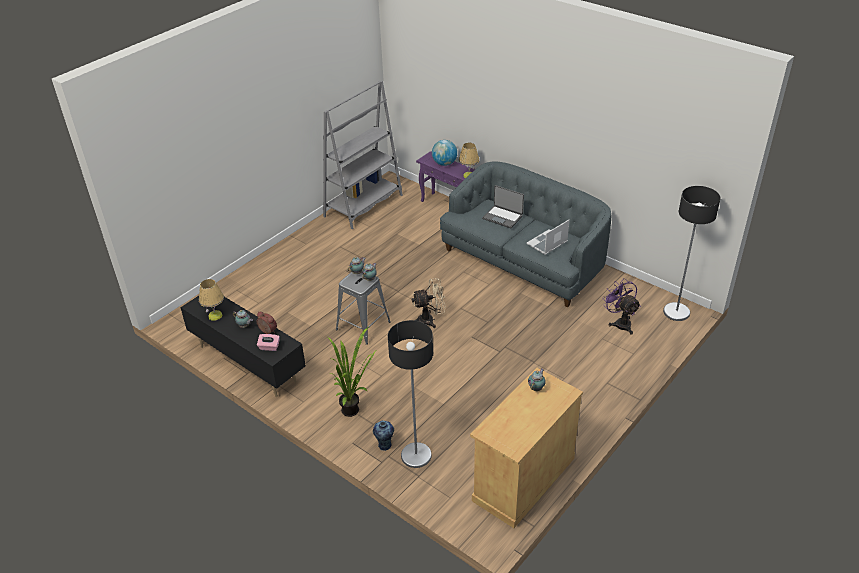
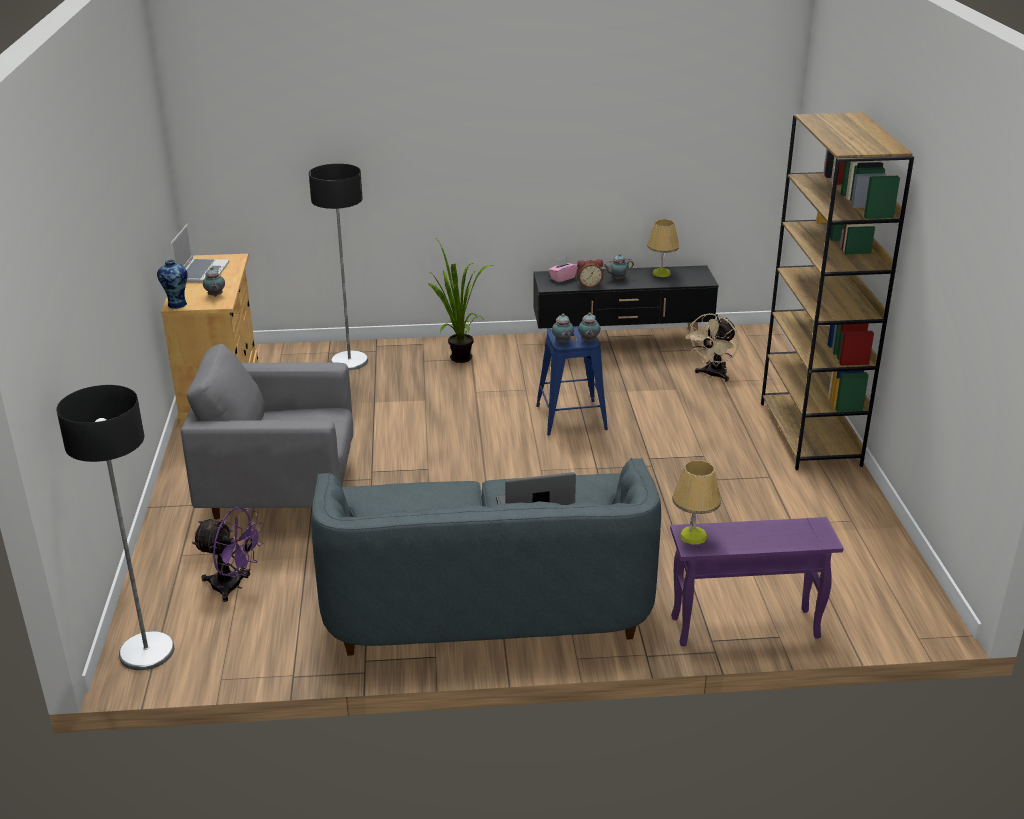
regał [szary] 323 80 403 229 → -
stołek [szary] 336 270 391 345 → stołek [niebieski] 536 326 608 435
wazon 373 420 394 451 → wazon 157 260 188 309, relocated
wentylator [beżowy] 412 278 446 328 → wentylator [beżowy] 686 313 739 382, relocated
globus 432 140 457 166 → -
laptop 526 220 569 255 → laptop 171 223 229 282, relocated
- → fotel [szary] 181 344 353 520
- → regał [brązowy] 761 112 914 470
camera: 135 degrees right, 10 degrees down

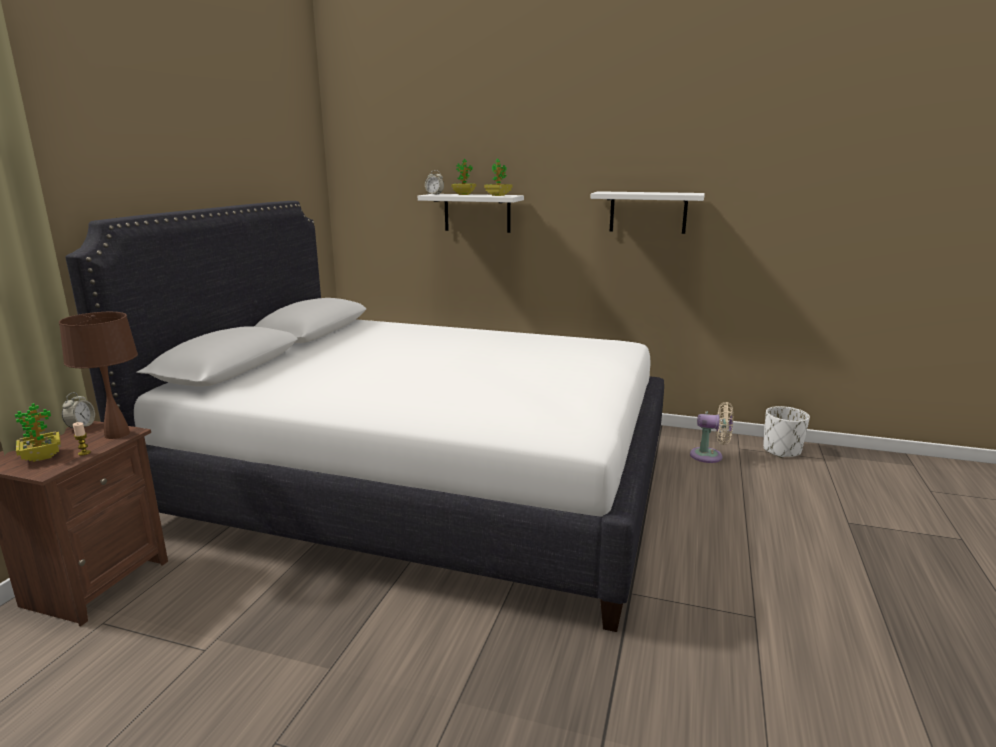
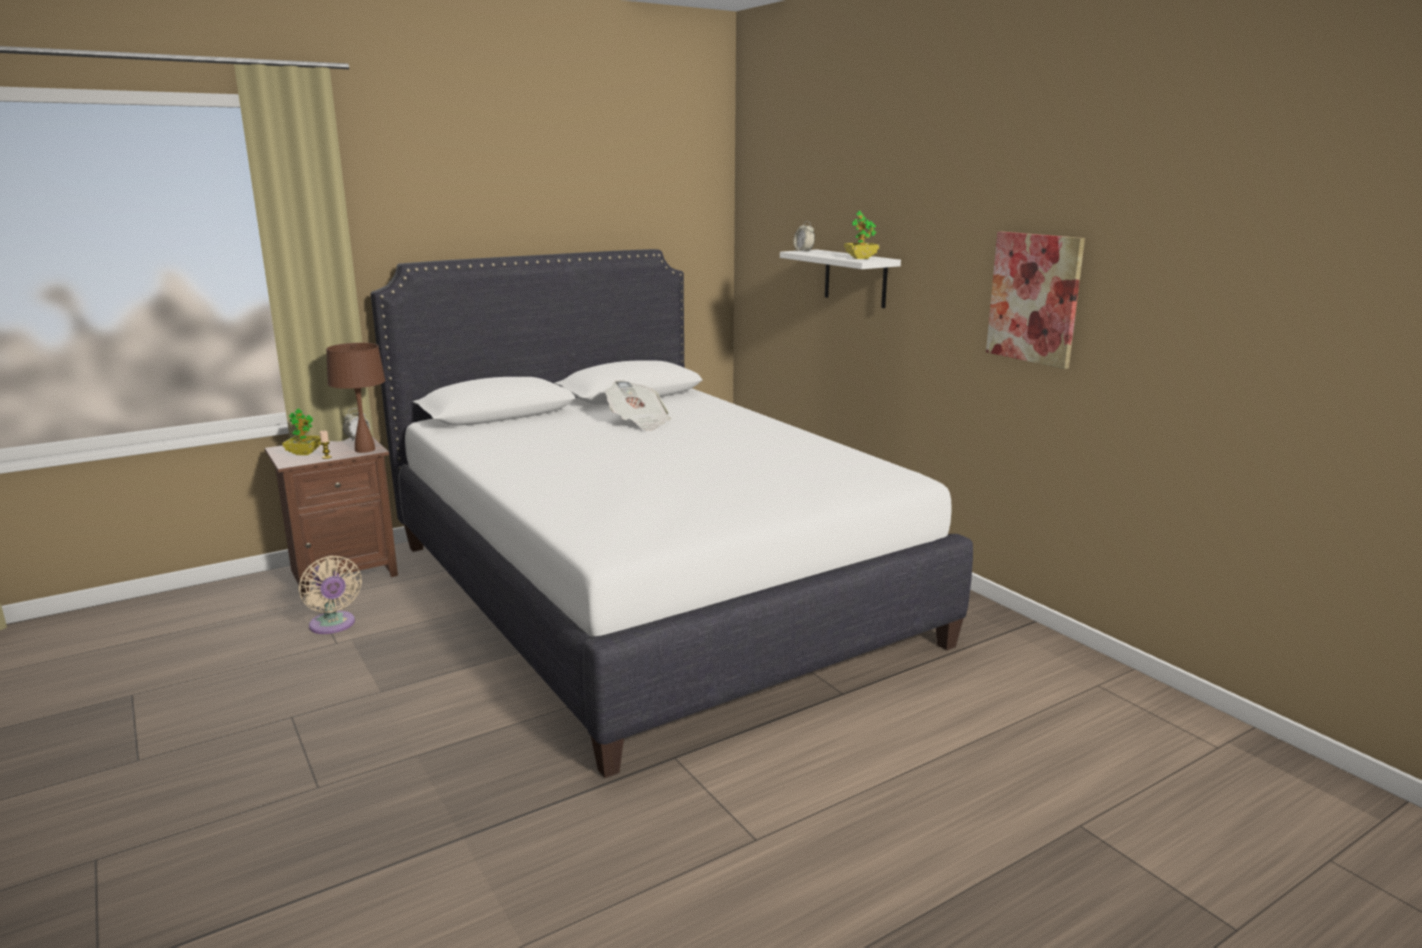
roślina doniczkowa 451 159 476 195 → -
półka [biały] 590 191 705 234 → obraz 986 232 1085 369
wentylator [beżowy] 690 402 733 463 → wentylator [beżowy] 298 555 362 634, relocated
donica [biały] 763 406 810 458 → -
- → gazeta 605 380 671 431
camera: 40 degrees right, 0 degrees up

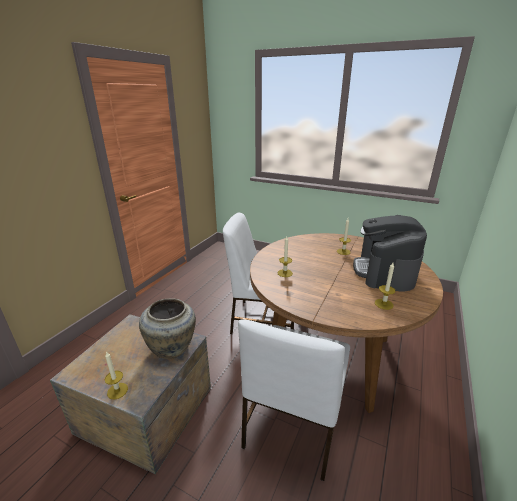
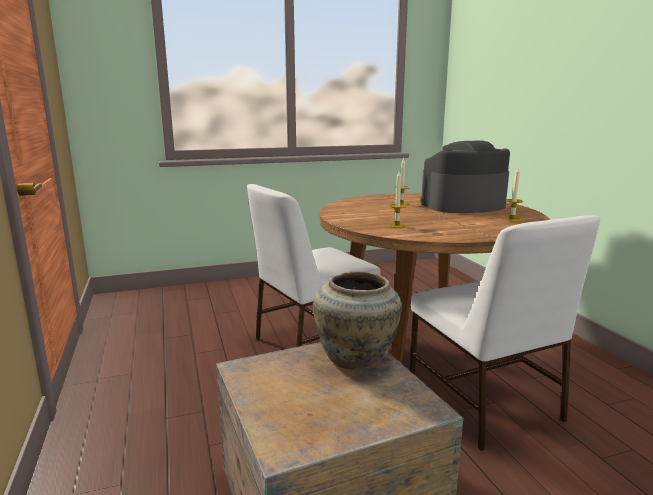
świeca 105 351 128 400 → -
ekspres do kawy 353 215 427 292 → ekspres do kawy 421 140 510 213, 105 degrees clockwise
camera: 45 degrees left, 10 degrees down

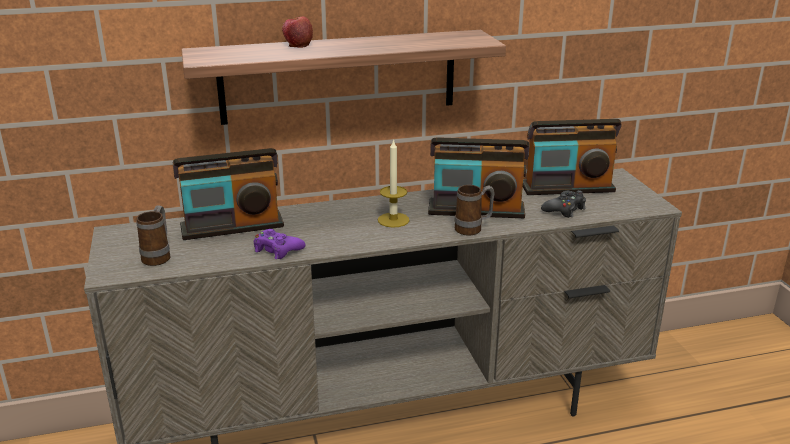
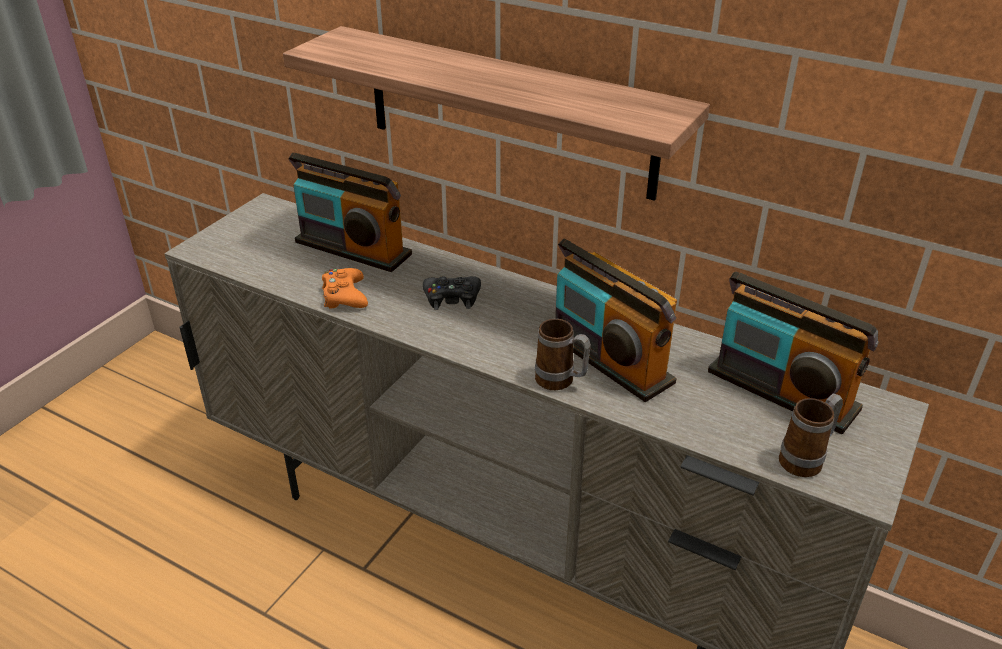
kubek 136 205 170 266 → kubek 779 393 843 477, relocated
pad do gier [fioletowy] 254 229 305 259 → pad do gier [pomarańczowy] 322 268 368 308
jabłko 282 16 313 48 → -
świeca 378 139 410 228 → -
pad do gier [czarny] 541 190 586 218 → pad do gier [czarny] 423 276 481 310, relocated
camera: 45 degrees right, 10 degrees up

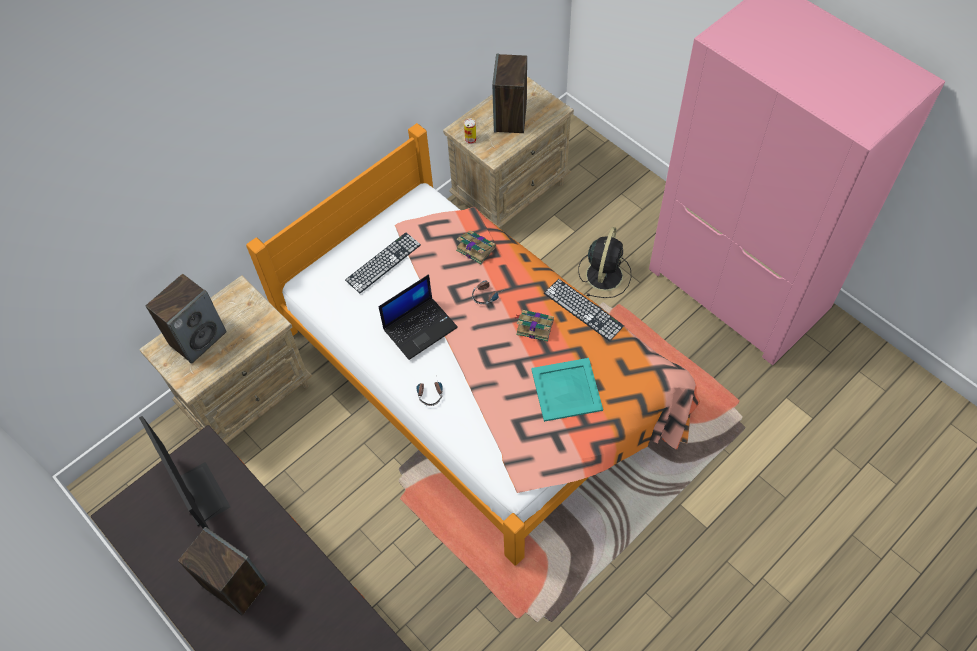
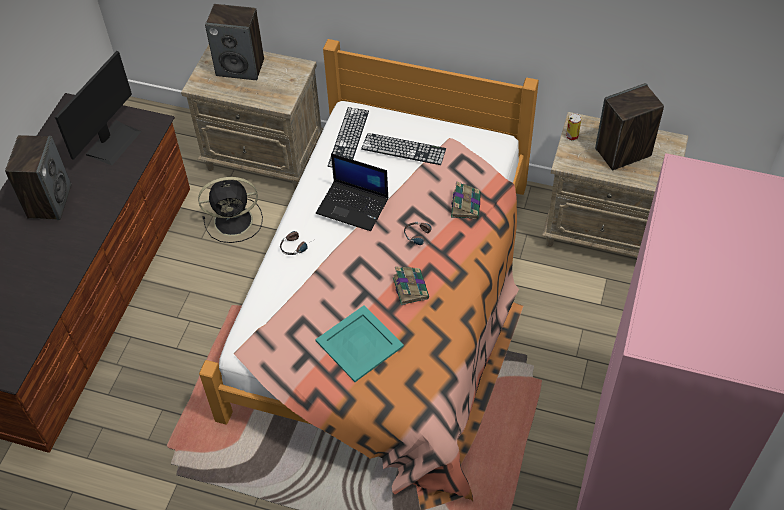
klawiatura 544 279 624 341 → klawiatura 327 107 369 167, relocated
wentylator [czarny] 578 227 631 298 → wentylator [czarny] 198 177 263 243, relocated
camera: 60 degrees right, 5 degrees down

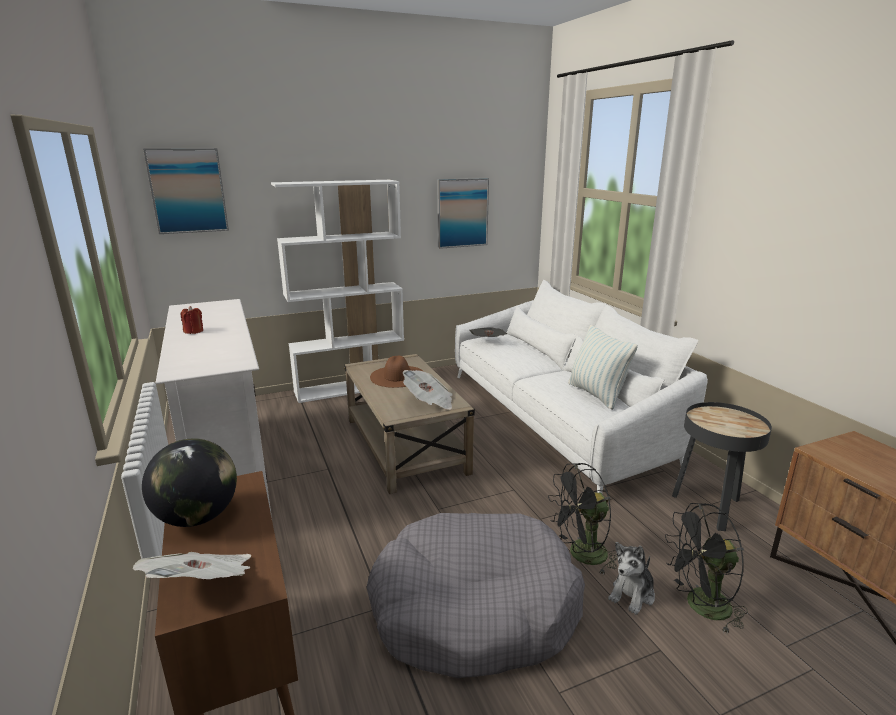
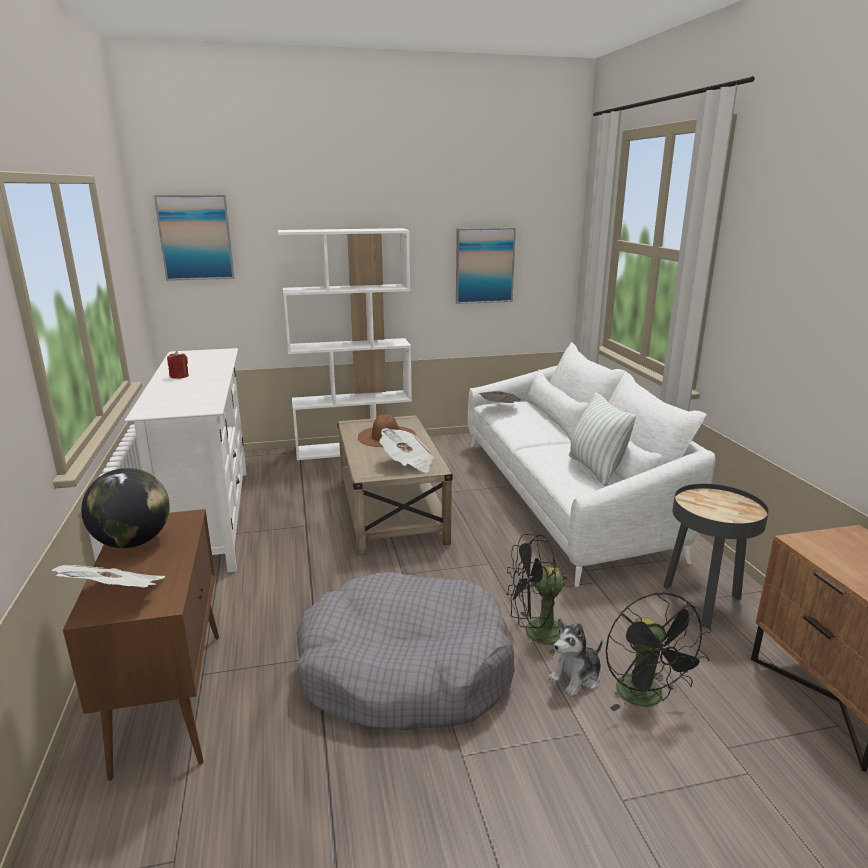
wentylator [czarny] 665 503 748 633 → wentylator [czarny] 606 593 712 711, 105 degrees counterclockwise
camera: 10 degrees right, 0 degrees up

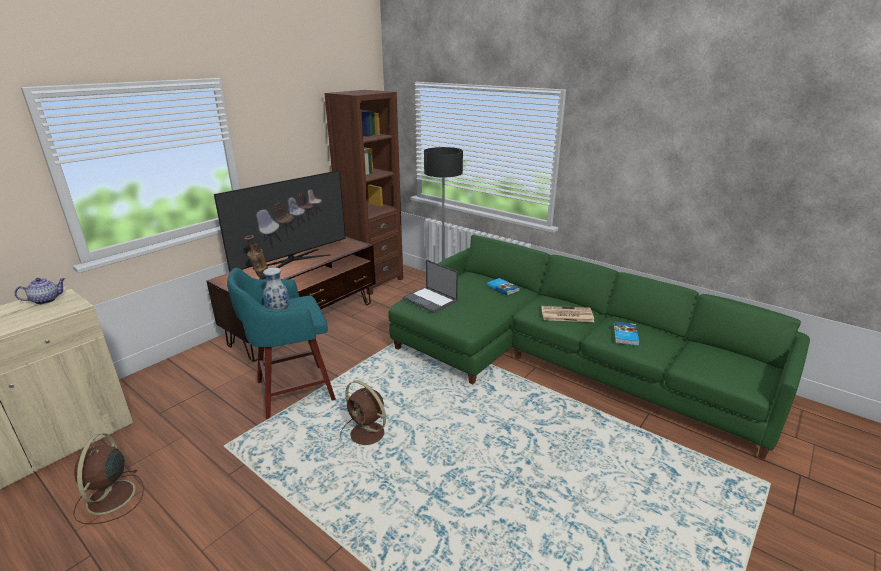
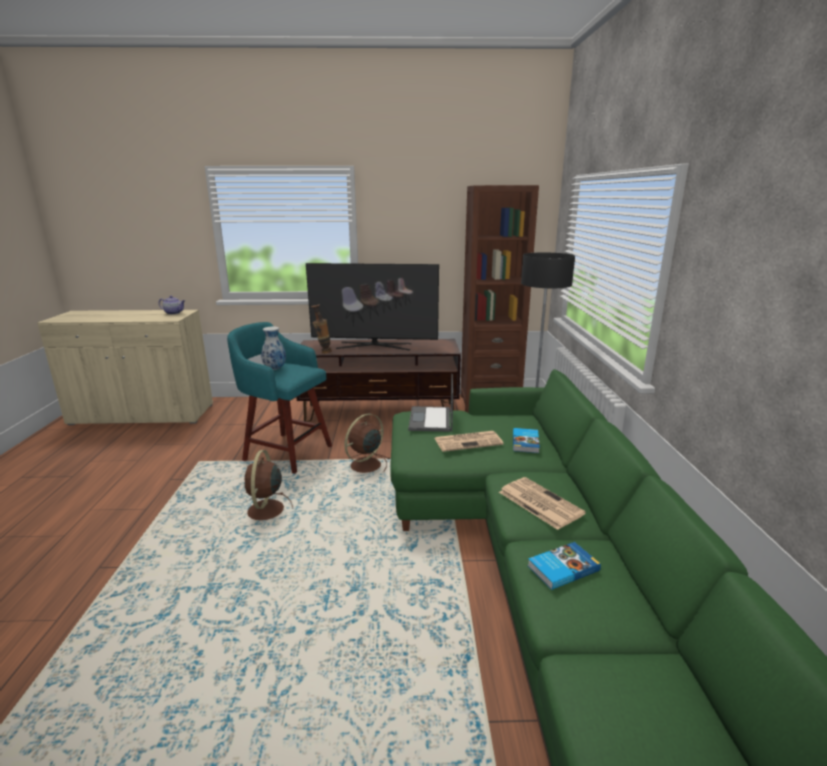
wentylator [brązowy] 73 433 144 524 → wentylator [brązowy] 344 414 390 473, relocated
- → gazeta 435 431 504 452
camera: 50 degrees right, 5 degrees down

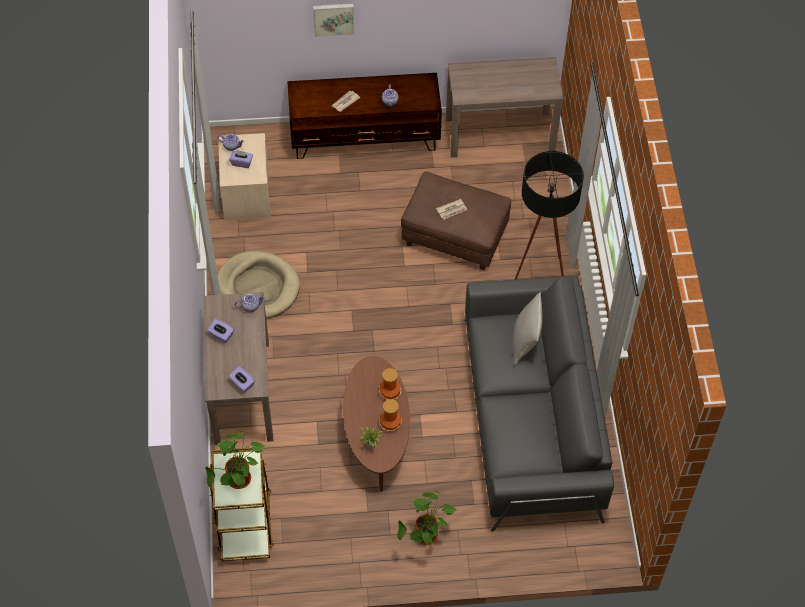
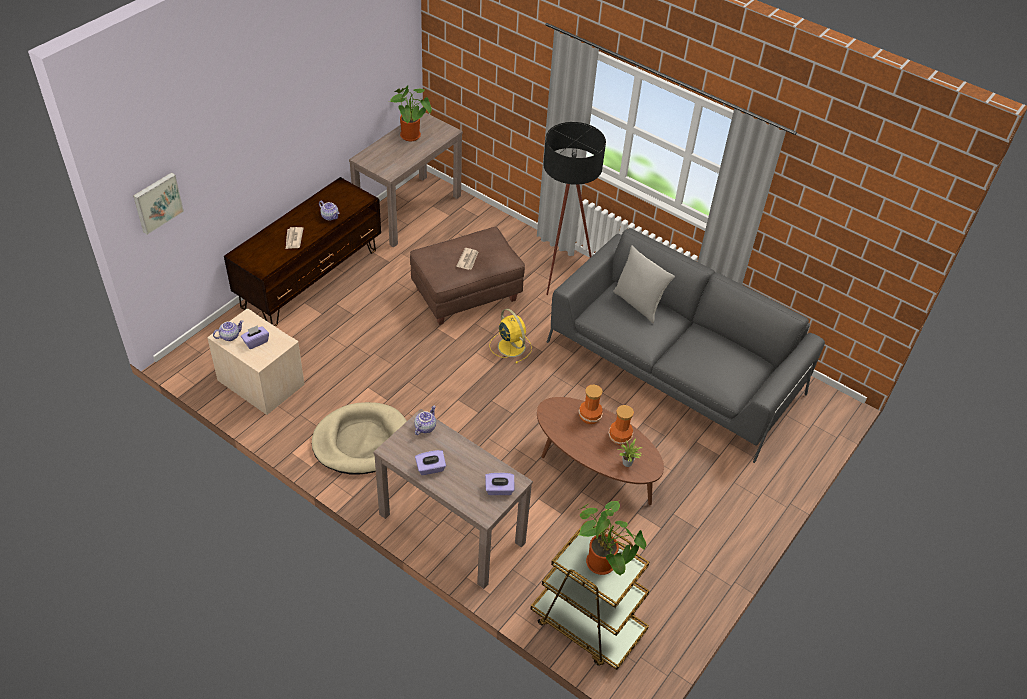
obraz 313 4 354 37 → obraz 133 173 184 235, relocated
roślina doniczkowa 397 490 458 545 → roślina doniczkowa 389 85 432 141, relocated
- → wentylator [żółty] 489 308 532 364
camera: 50 degrees left, 10 degrees down

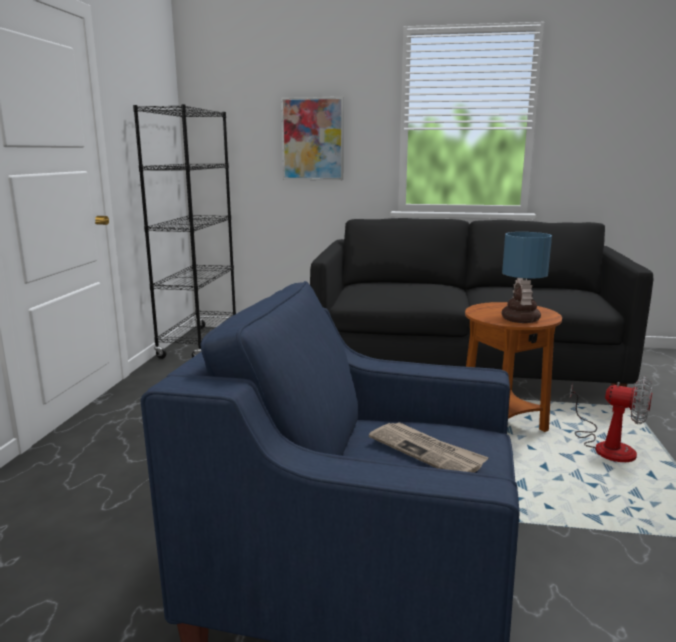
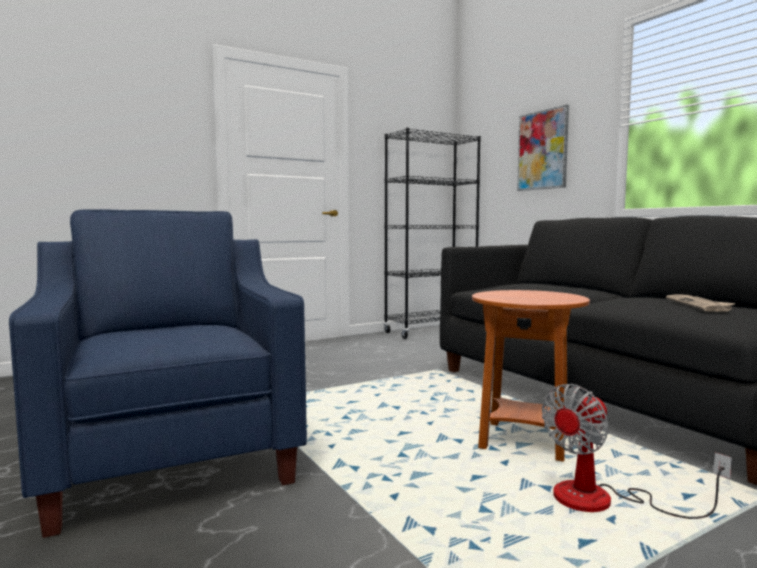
gazeta 369 422 489 473 → gazeta 666 294 736 312, relocated
lampa stołowa 501 232 552 323 → -
wentylator 570 376 653 462 → wentylator 542 384 732 519, 60 degrees clockwise
camera: 50 degrees right, 10 degrees down

